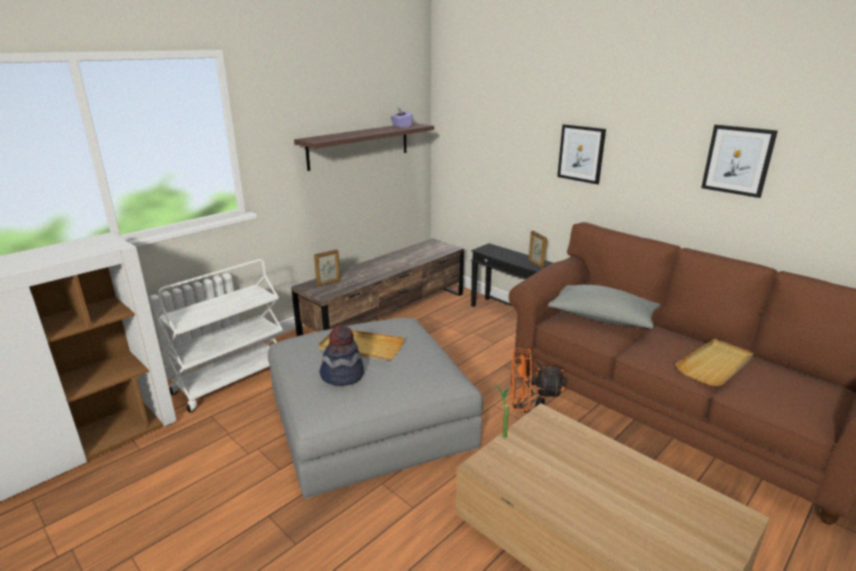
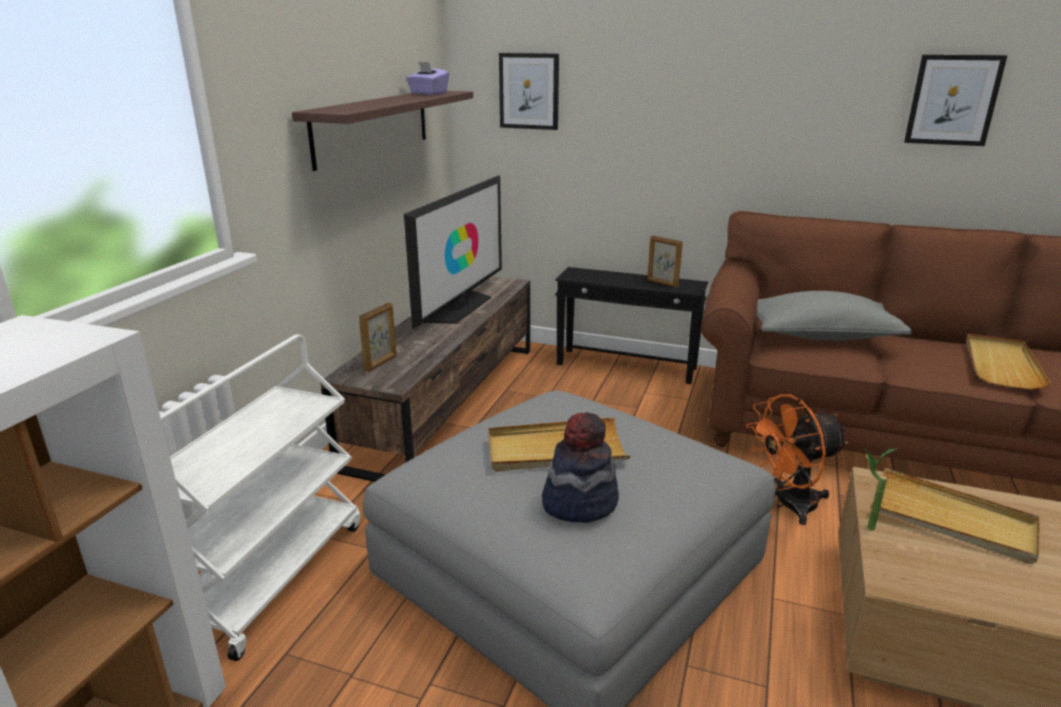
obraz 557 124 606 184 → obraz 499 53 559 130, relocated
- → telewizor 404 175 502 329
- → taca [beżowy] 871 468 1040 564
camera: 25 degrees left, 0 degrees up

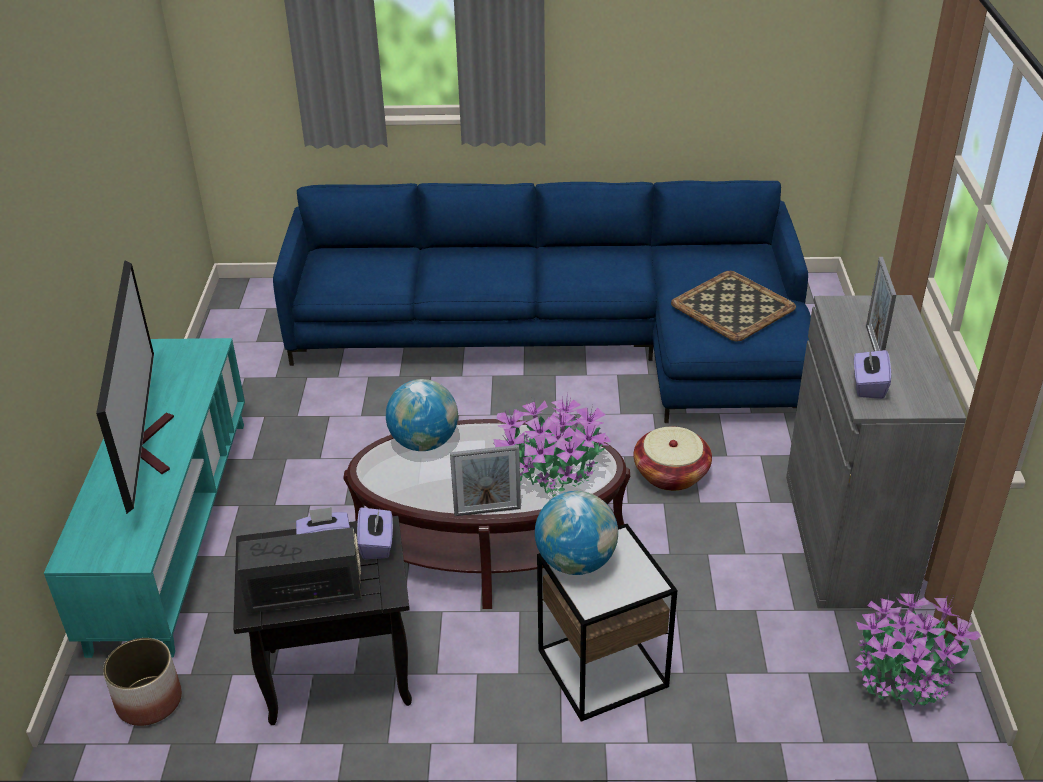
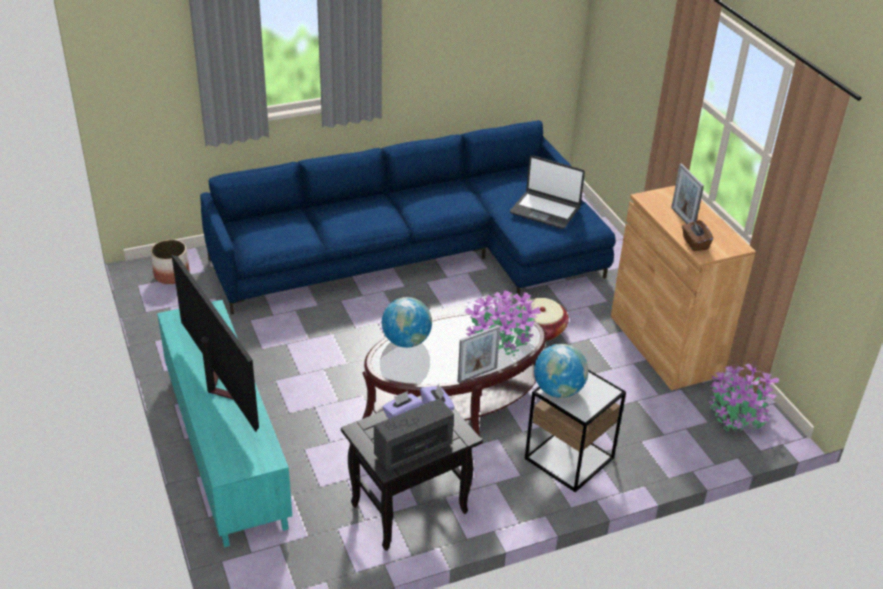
donica 103 638 182 726 → donica 150 240 190 284, relocated
taca 671 271 796 341 → laptop 510 155 585 229
szafka [szary] 786 295 966 608 → szafka [brązowy] 611 186 756 390
pudełko chusteczek [fioletowy] 854 348 891 399 → pudełko chusteczek [brązowy] 682 220 713 251
camera: 25 degrees left, 0 degrees up

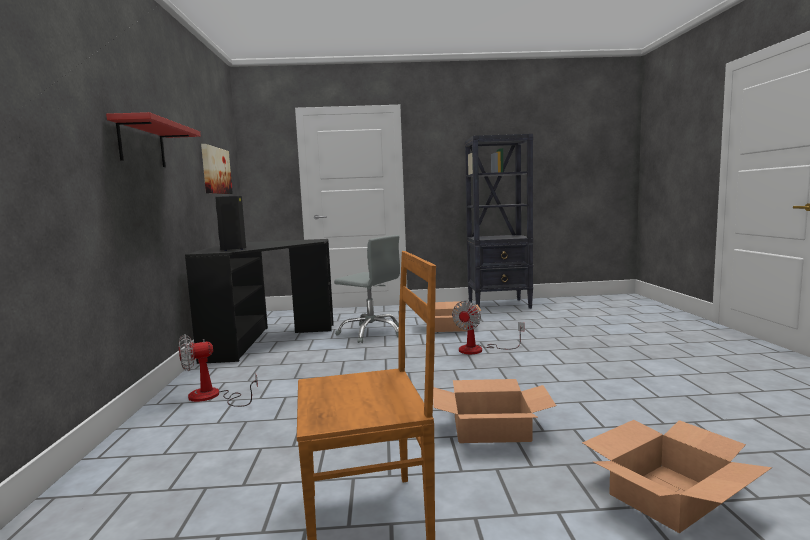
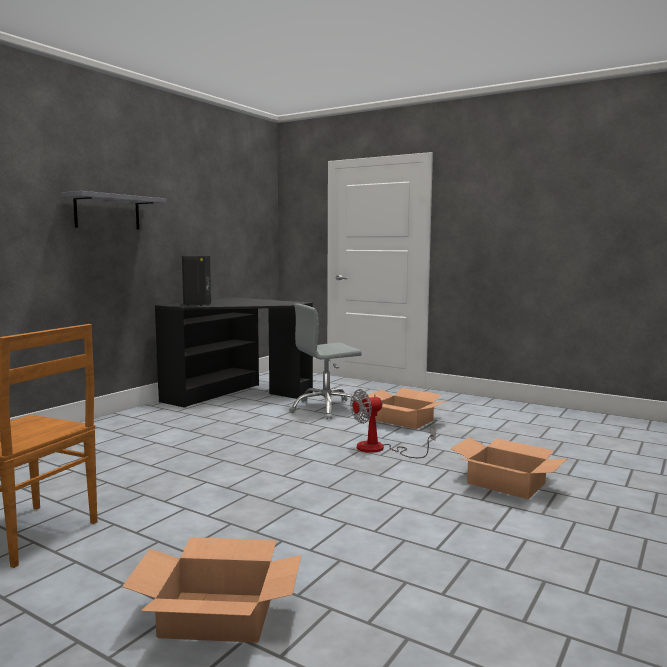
półka [czerwony] 106 112 201 167 → półka [szary] 61 191 167 230
wentylator 179 334 258 407 → -
obraz 201 144 233 194 → -
krzesło biurowe [szary] 334 235 400 343 → krzesło biurowe [szary] 289 303 362 419, 90 degrees clockwise
karton 433 379 556 443 → karton 450 437 567 499, relocated
regał [czarny] 465 134 533 309 → -
camera: 35 degrees right, 0 degrees up

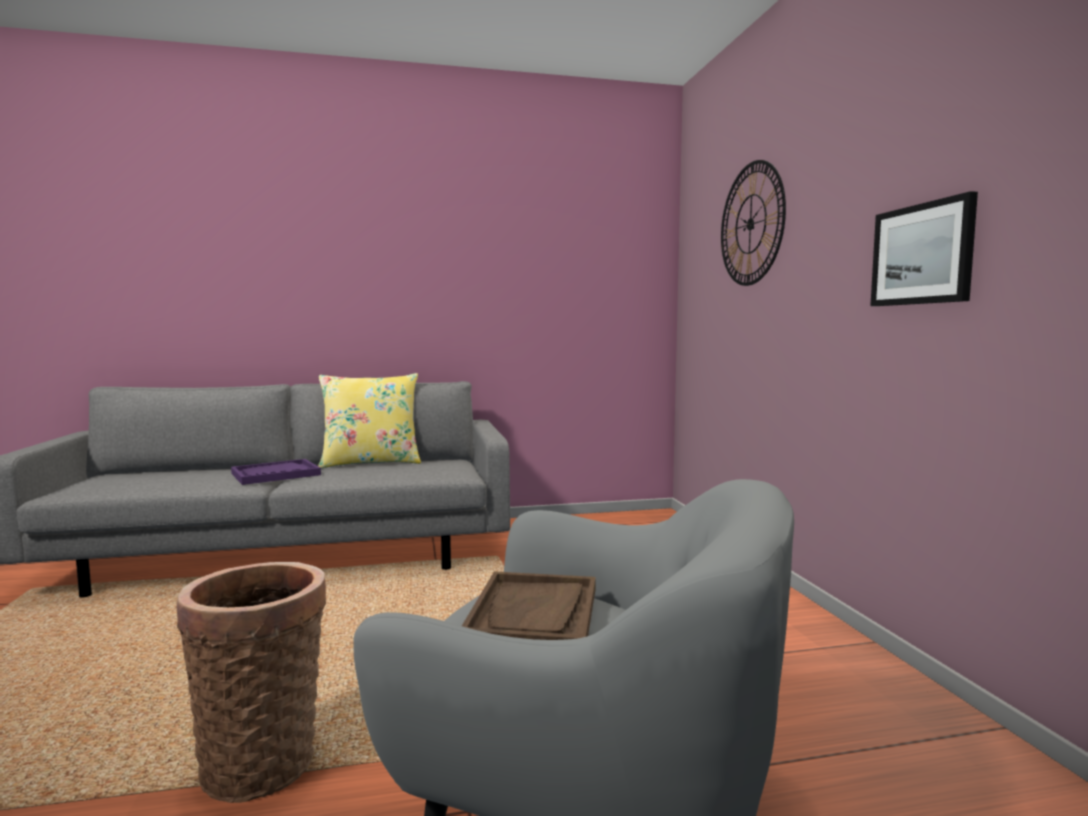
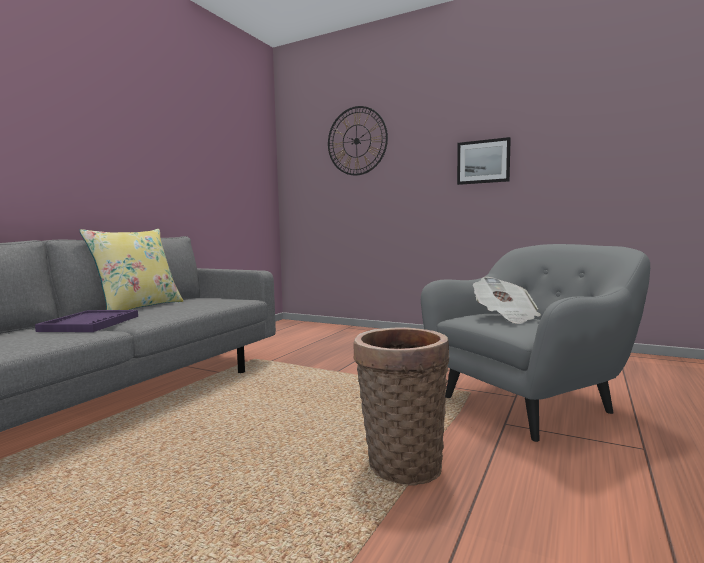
taca [brązowy] 462 571 596 640 → gazeta 473 277 541 324
camera: 50 degrees left, 0 degrees up

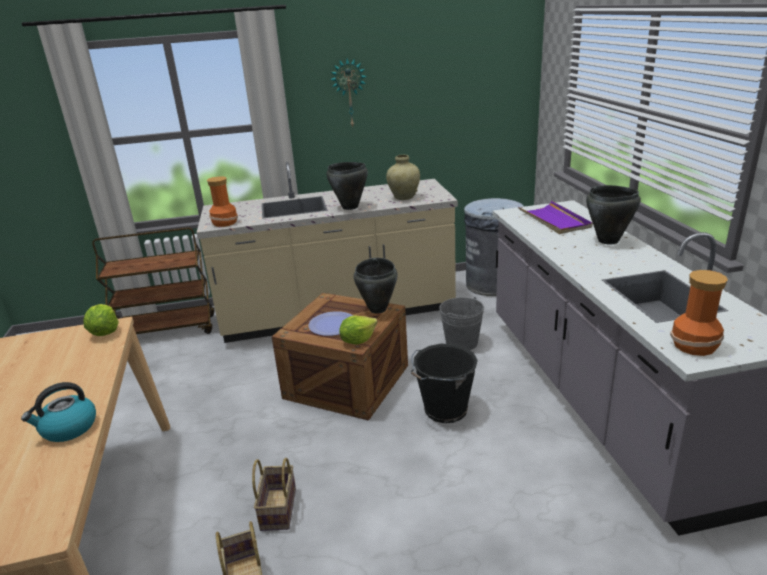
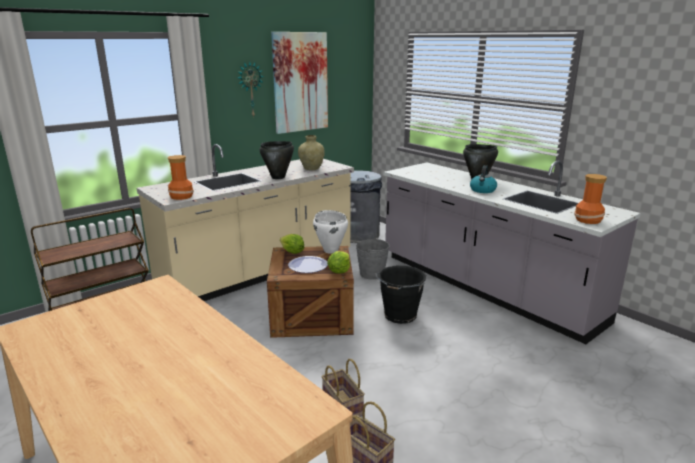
czajnik 21 382 96 442 → czajnik 470 165 497 193, relocated
sałata 83 304 119 336 → sałata 280 234 305 254, relocated
garnek [czarny] 354 258 397 314 → garnek [biały] 313 210 348 254
taca [fioletowy] 518 201 593 234 → -
- → obraz 271 32 328 134
camera: 30 degrees left, 5 degrees down

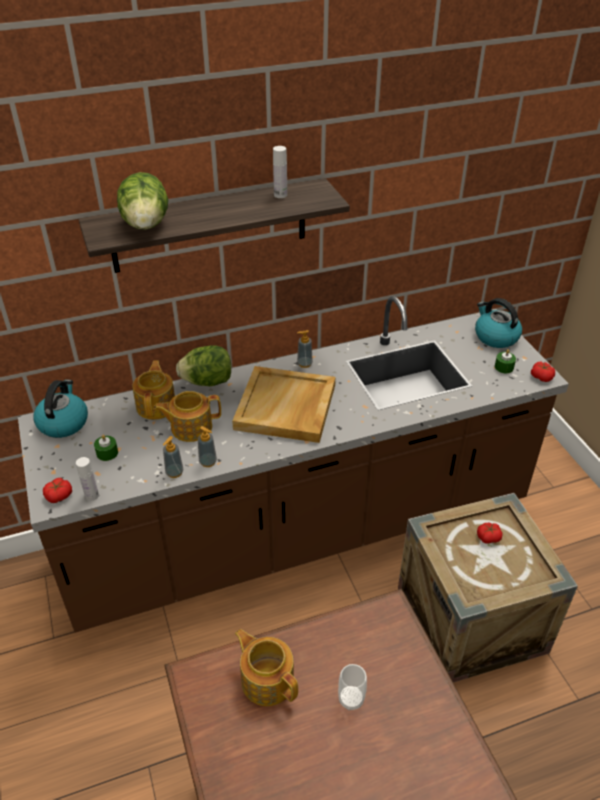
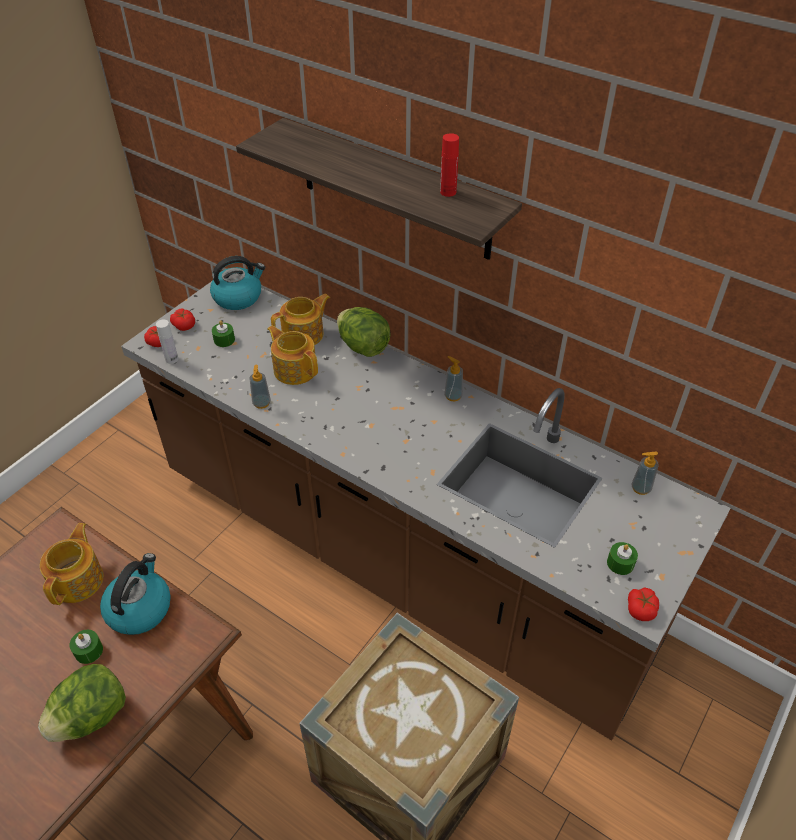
sałata 117 172 168 230 → sałata 38 664 126 742, relocated
dozownik mydła 163 436 183 478 → dozownik mydła 631 451 659 495, relocated
taca [beżowy] 232 366 335 443 → -
butelka [biały] 273 146 287 198 → butelka [czerwony] 440 133 459 197
filiżanka 338 664 367 710 → świeca [zielony] 70 630 103 664
czajnik 475 298 522 348 → czajnik 100 553 171 635, relocated
pomidor 477 523 502 544 → pomidor 170 308 195 331, relocated
camera: 55 degrees right, 5 degrees up

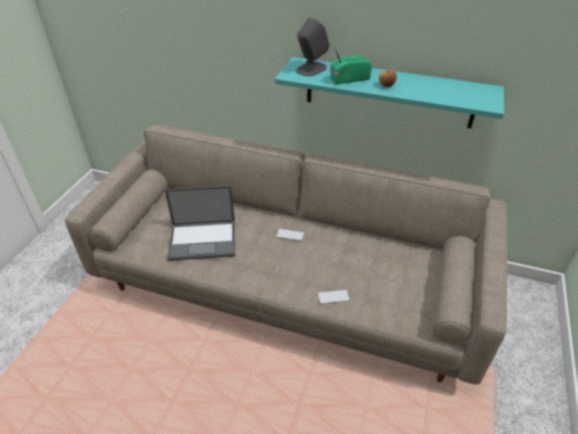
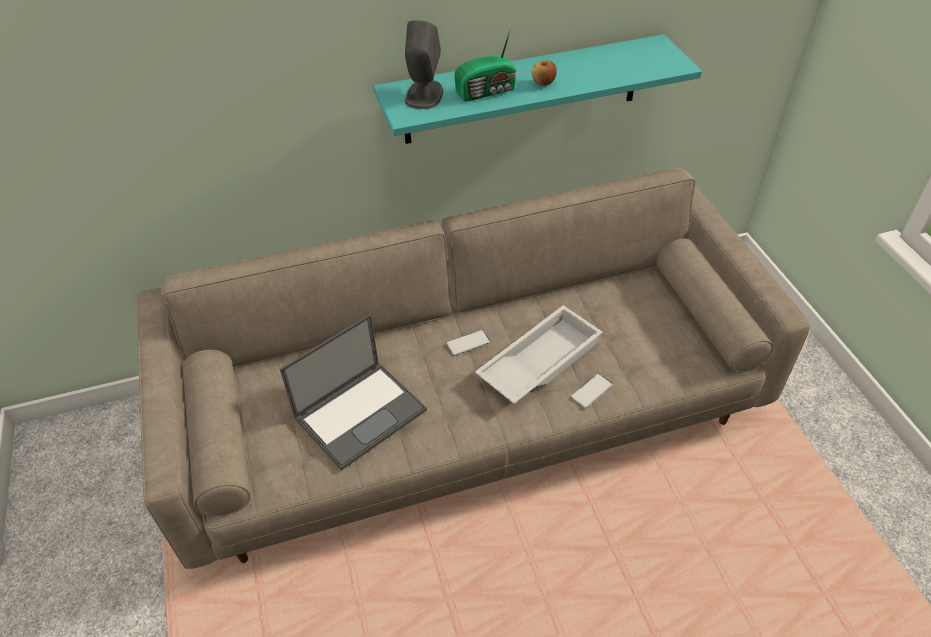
radio 330 48 372 84 → radio 455 25 517 102, 150 degrees counterclockwise
- → taca [biały] 475 305 603 404
camera: 35 degrees left, 5 degrees up

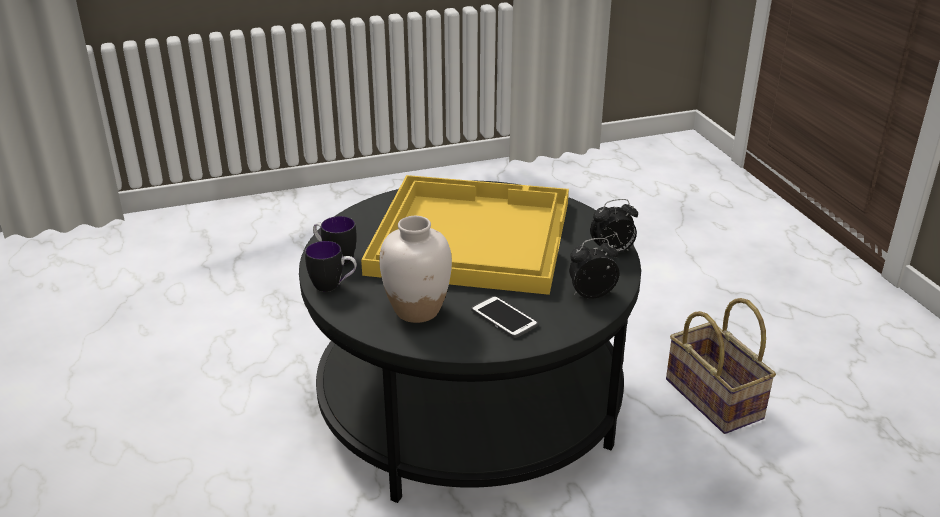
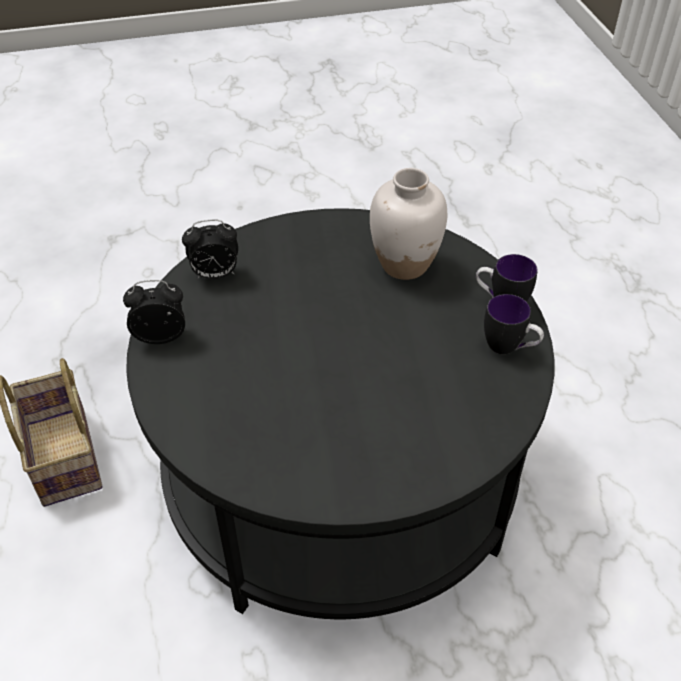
taca [żółty] 361 175 569 295 → -
telefon 471 296 538 338 → -
camera: 175 degrees left, 15 degrees up

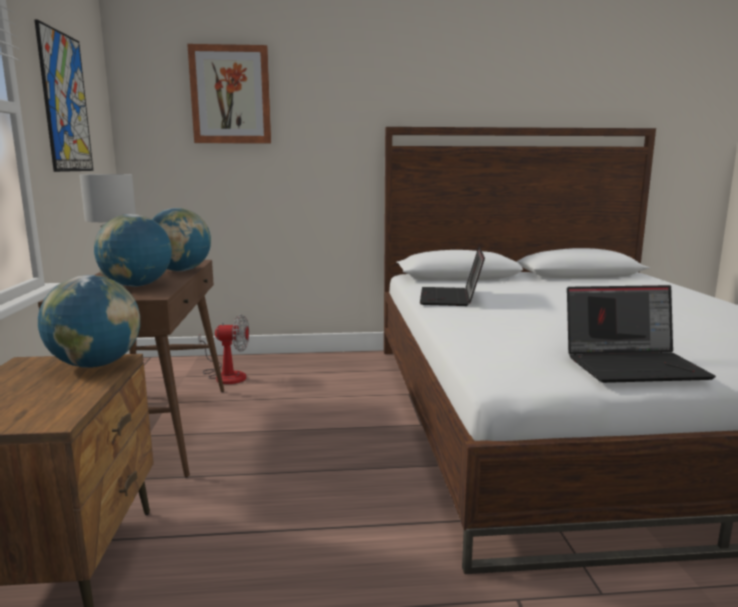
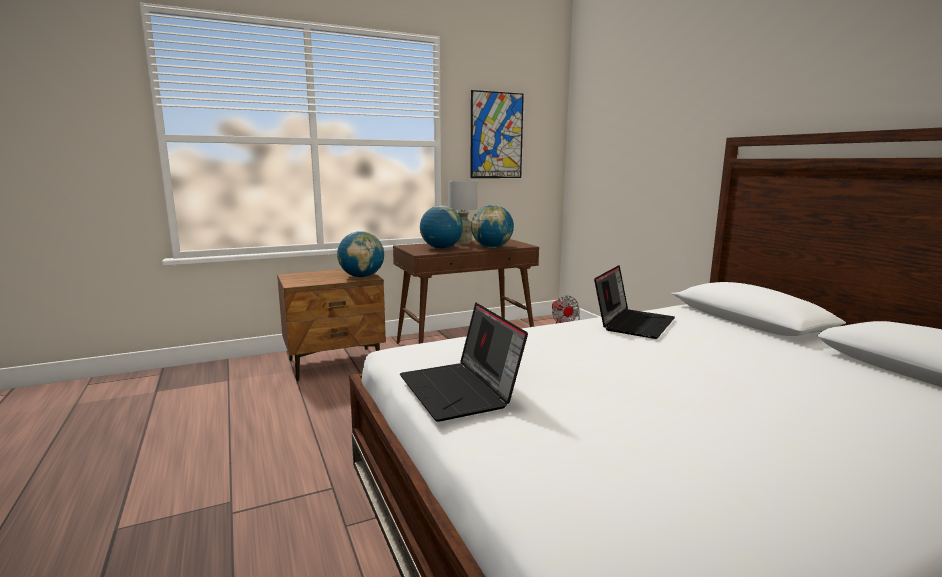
obraz 187 44 271 143 → -
laptop 420 247 485 306 → laptop 594 265 675 339, 135 degrees clockwise
camera: 70 degrees right, 0 degrees up

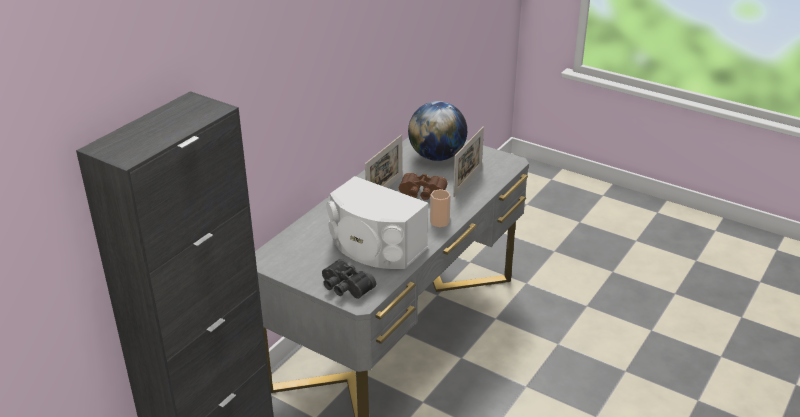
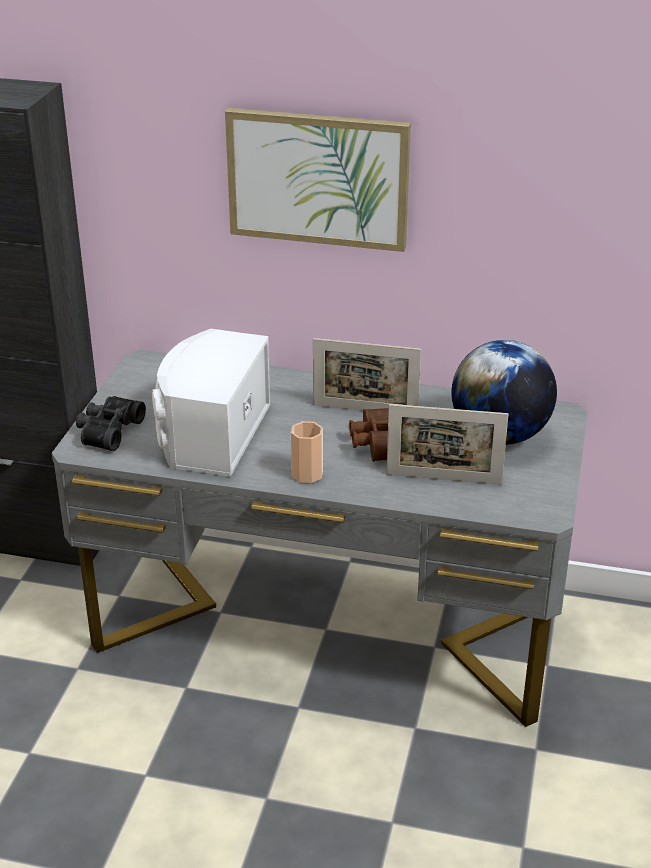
- → obraz 225 108 411 252
camera: 70 degrees right, 0 degrees up

